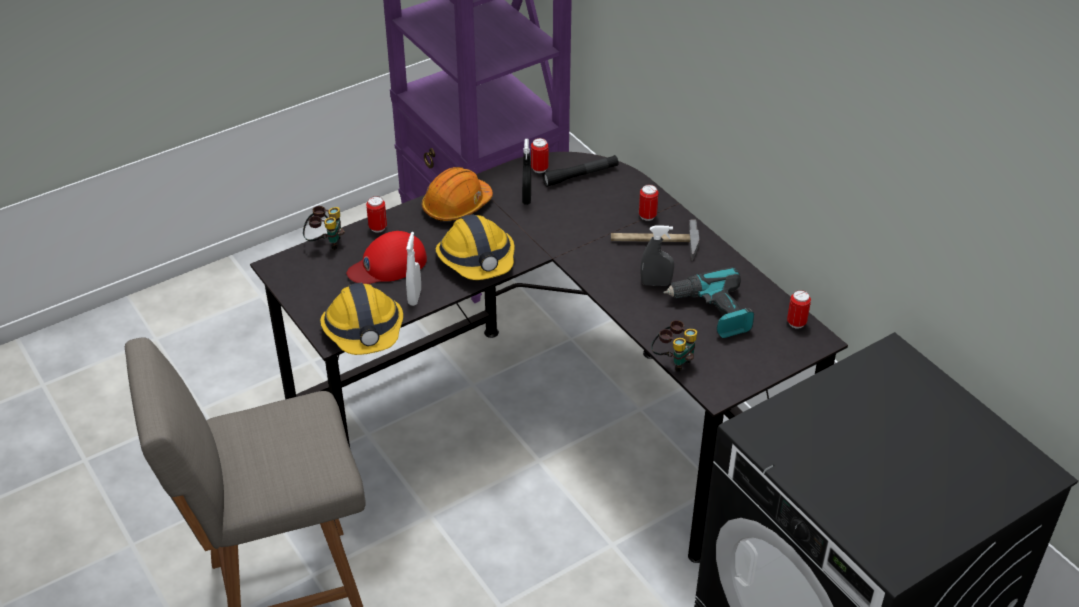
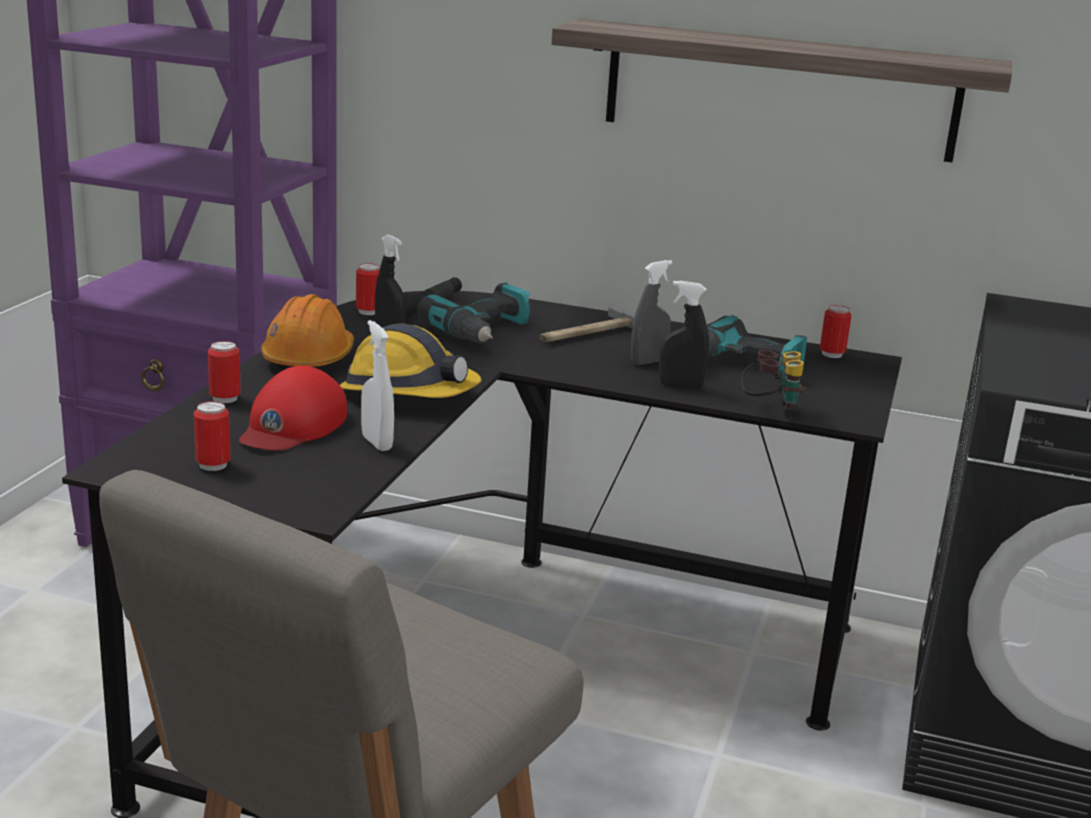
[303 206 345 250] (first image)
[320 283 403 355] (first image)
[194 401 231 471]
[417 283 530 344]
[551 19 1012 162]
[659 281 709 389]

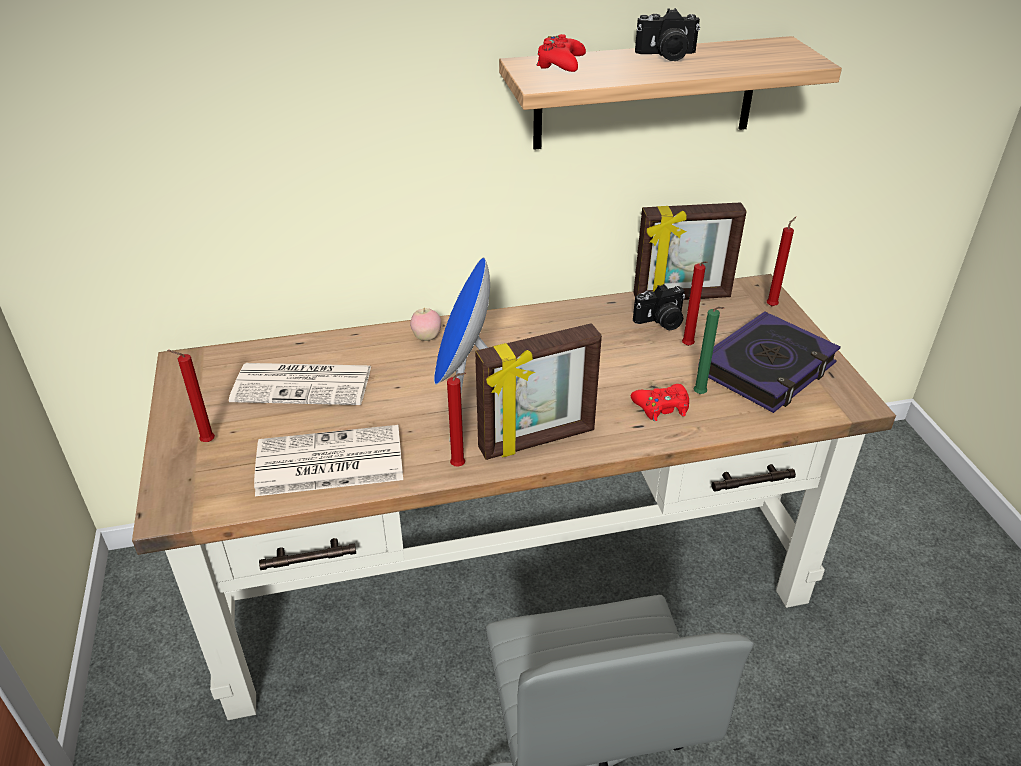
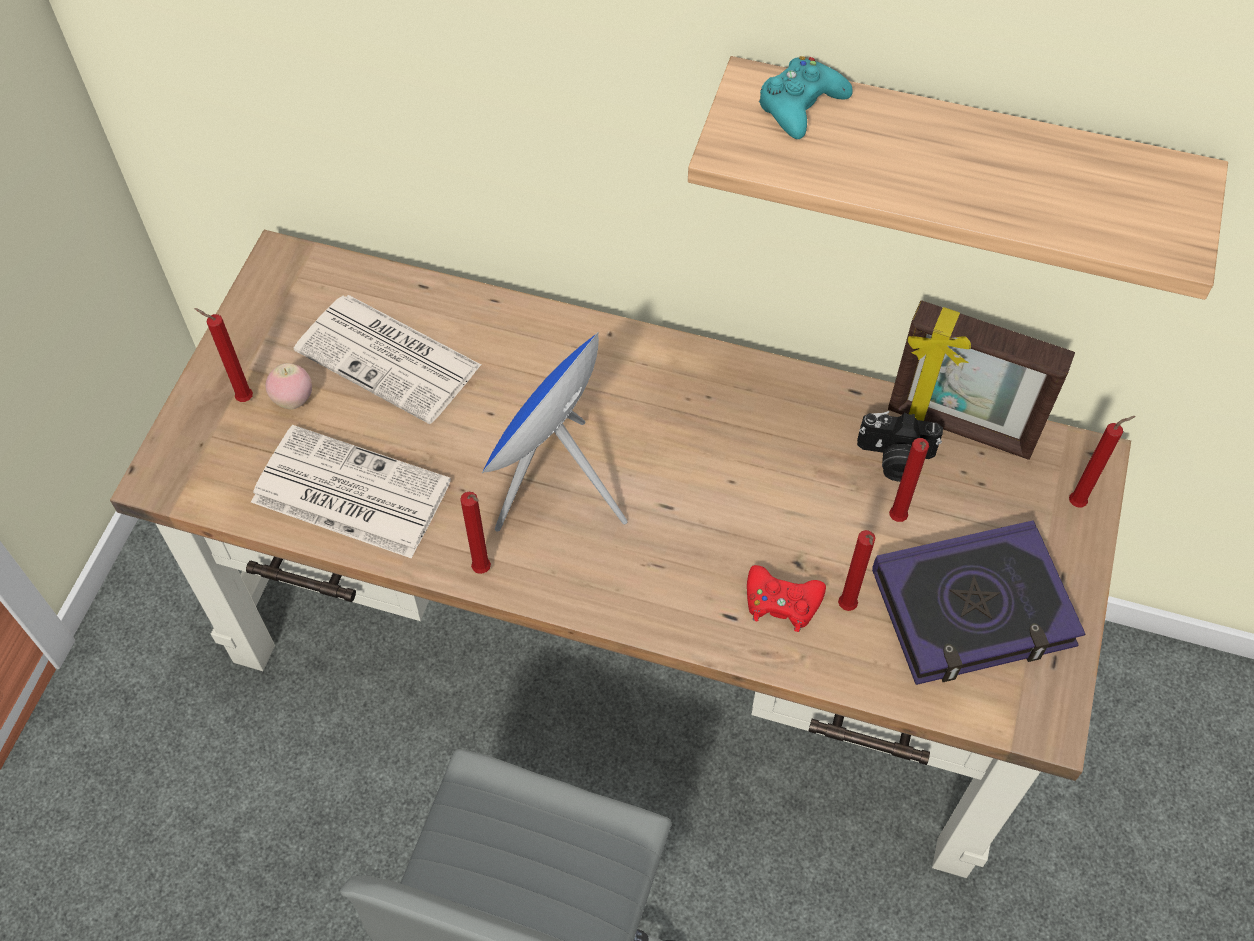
[266 363 312 410]
[475 323 602 460] (first image)
[759 56 853 139]
[635 8 700 61] (first image)
[838 530 875 611]

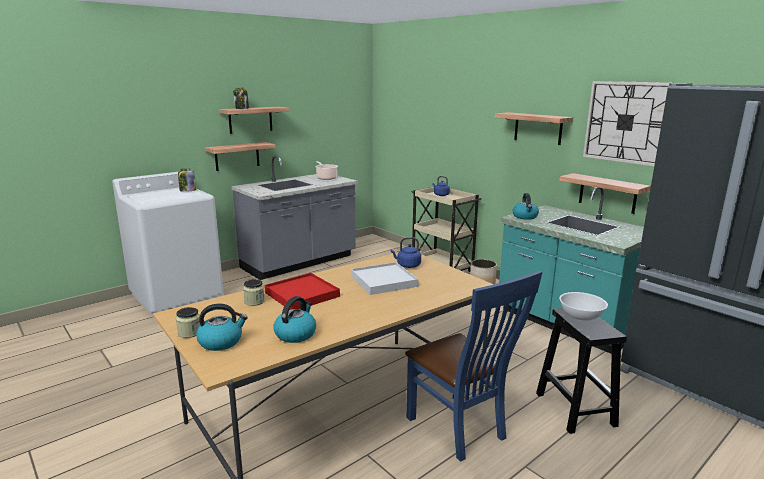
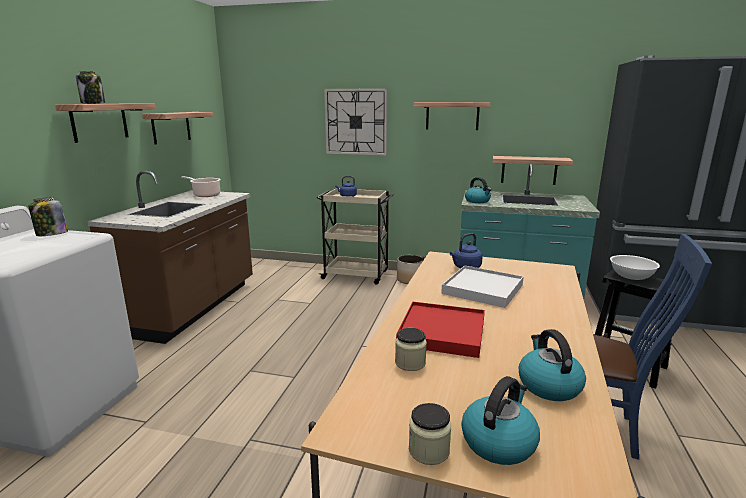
[142 112 213 144]
[87 171 253 344]
[324 88 387 155]

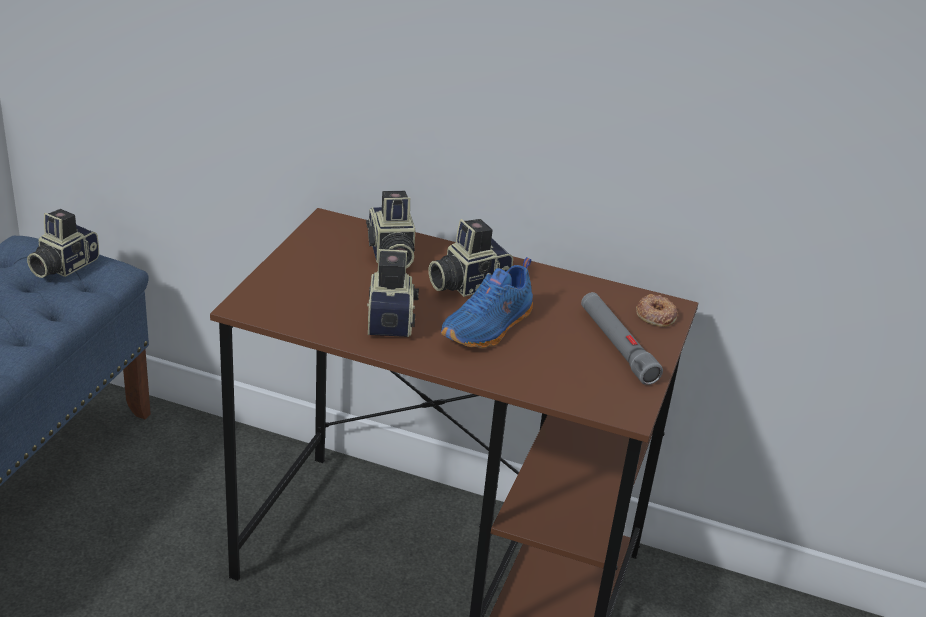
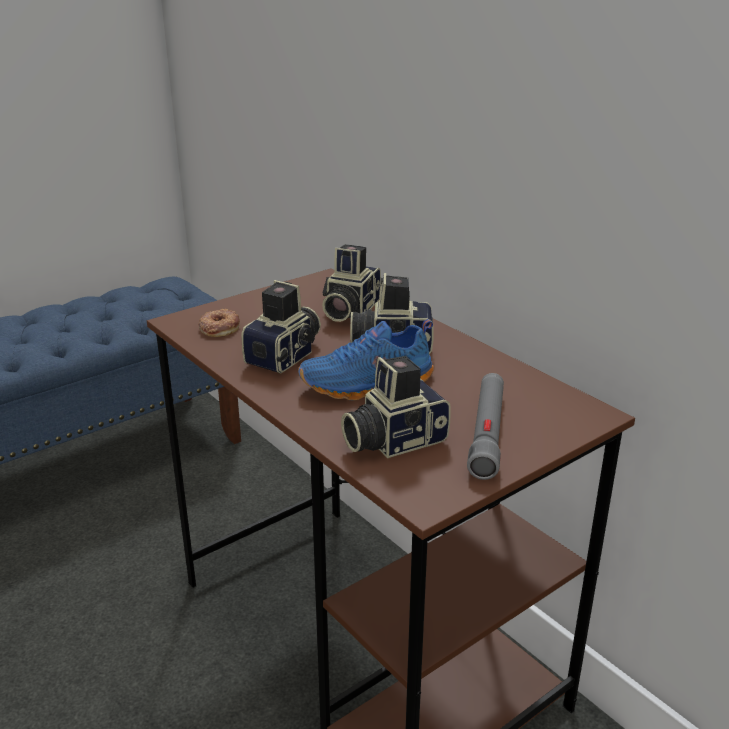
[341 356 451 458]
[198 309 240 337]

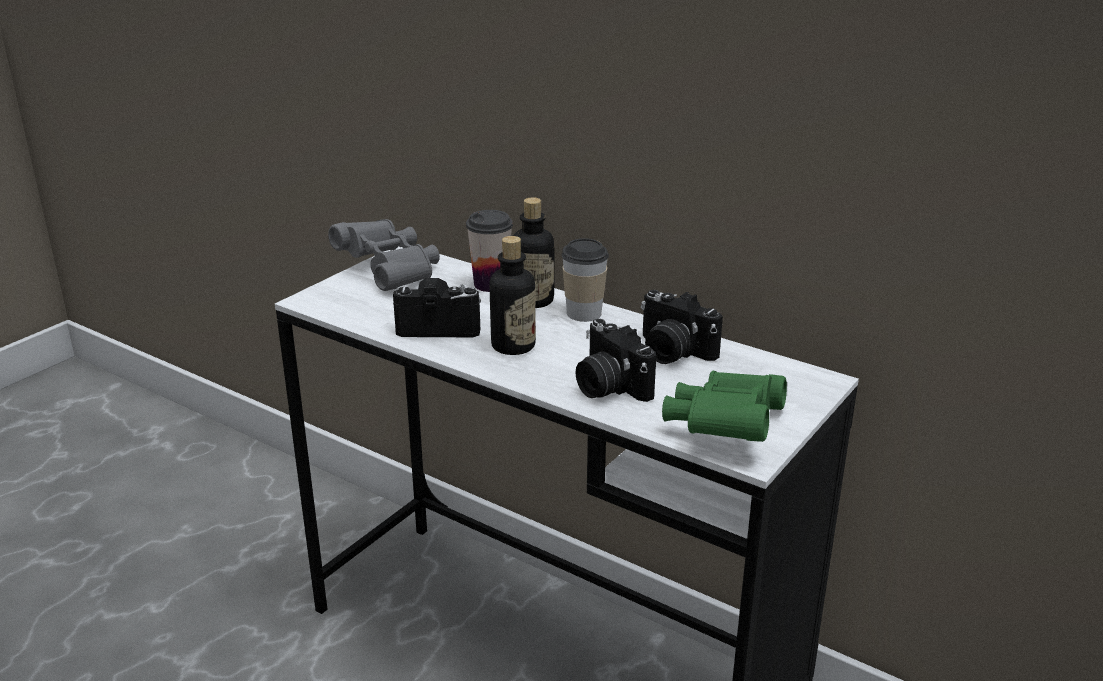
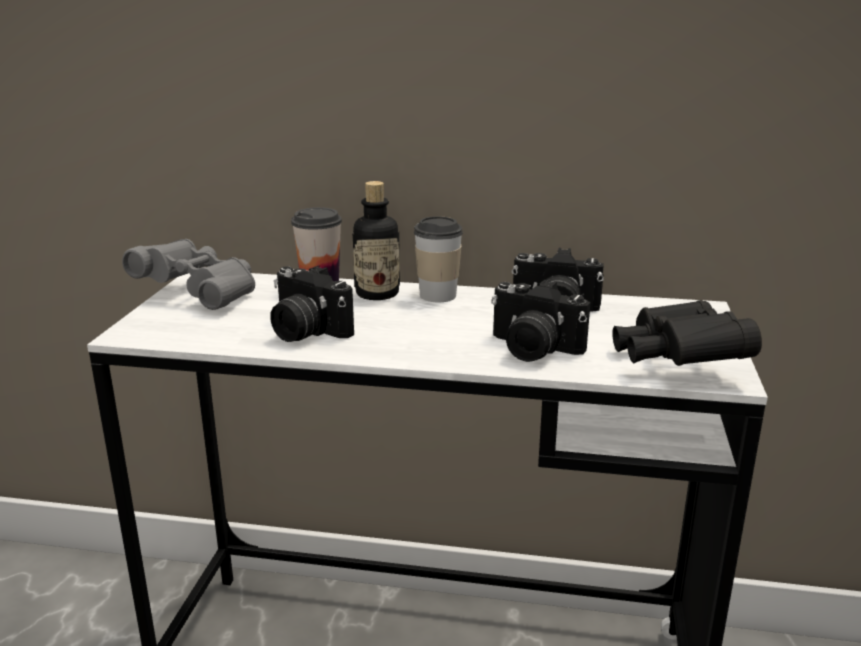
[270 266 354 342]
[489 236 536 355] (first image)
[612 300 762 366]

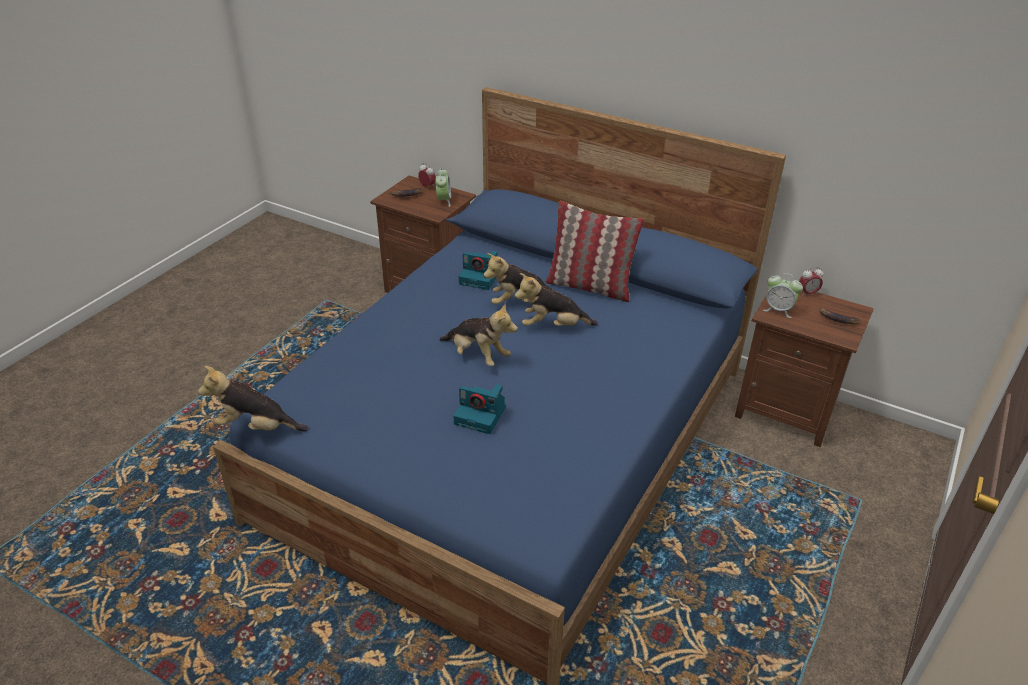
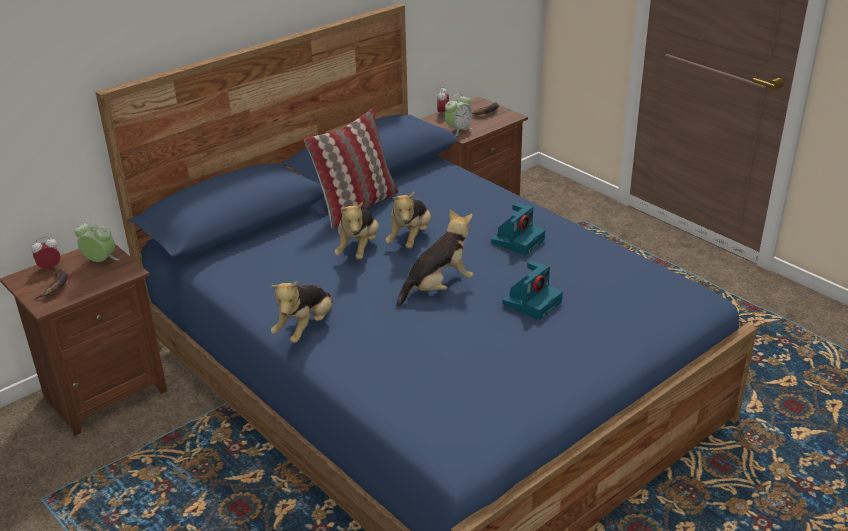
[271 281 333 343]
[491 203 545 255]

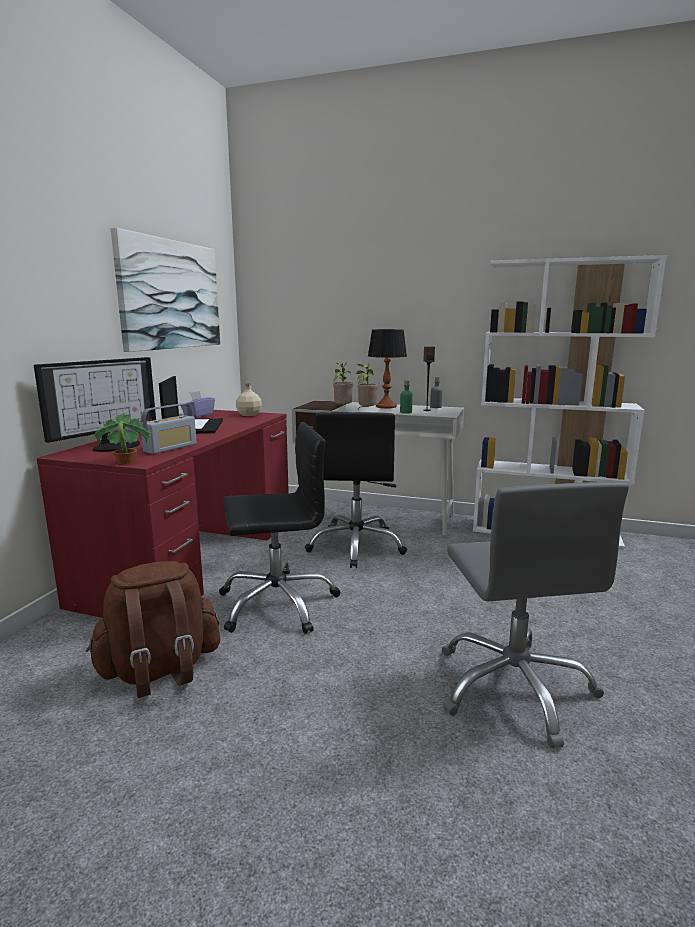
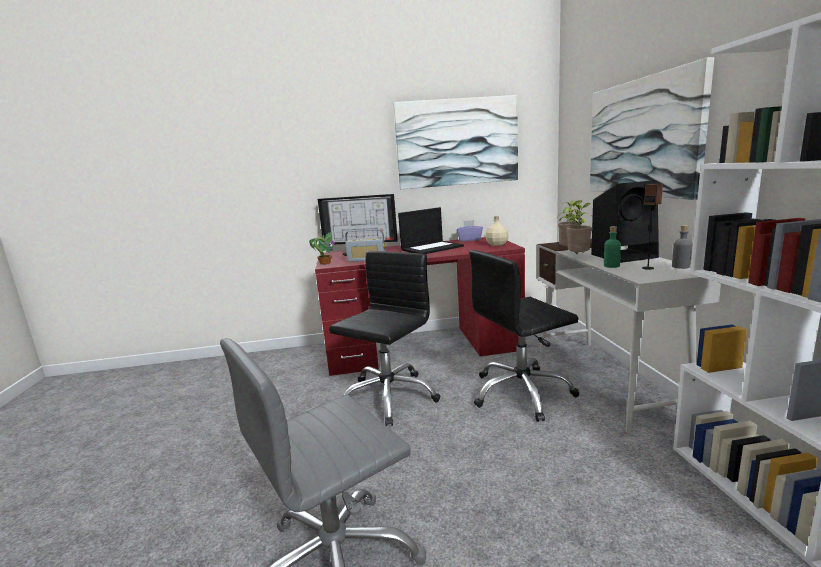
[86 561 220 698] (first image)
[329 251 441 426]
[591 180 659 263]
[590 57 714 200]

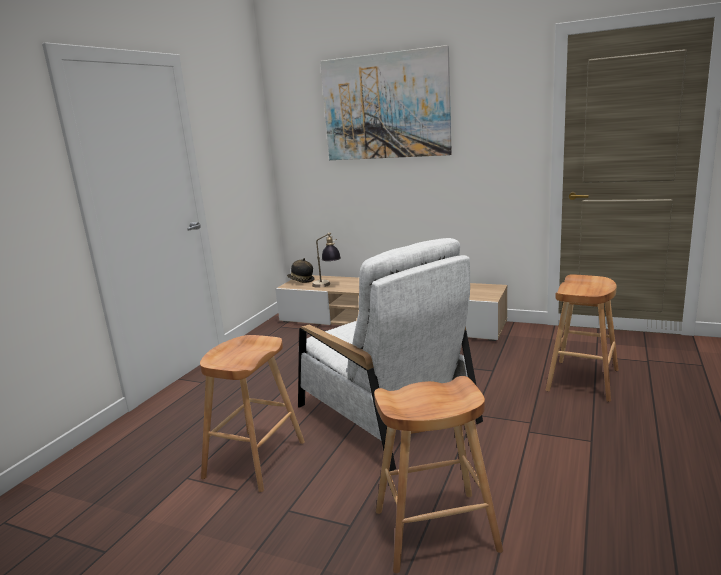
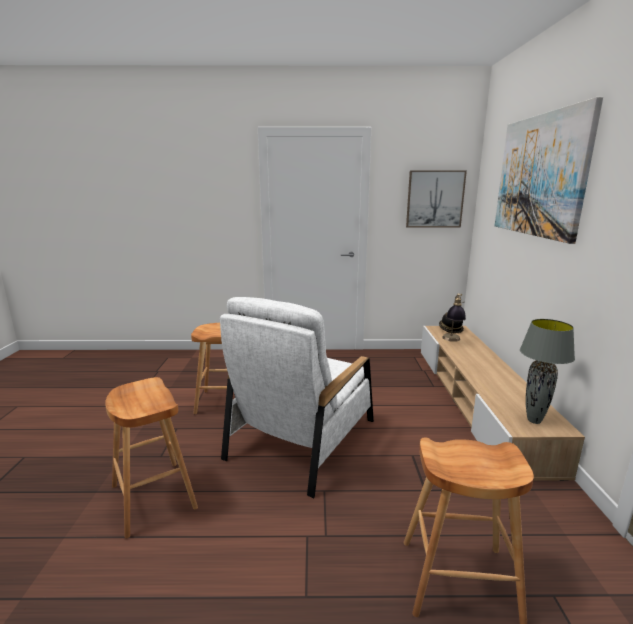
[406 170 467 227]
[520 319 575 424]

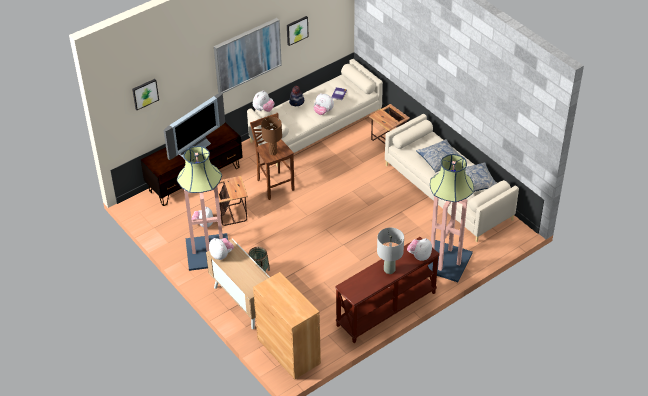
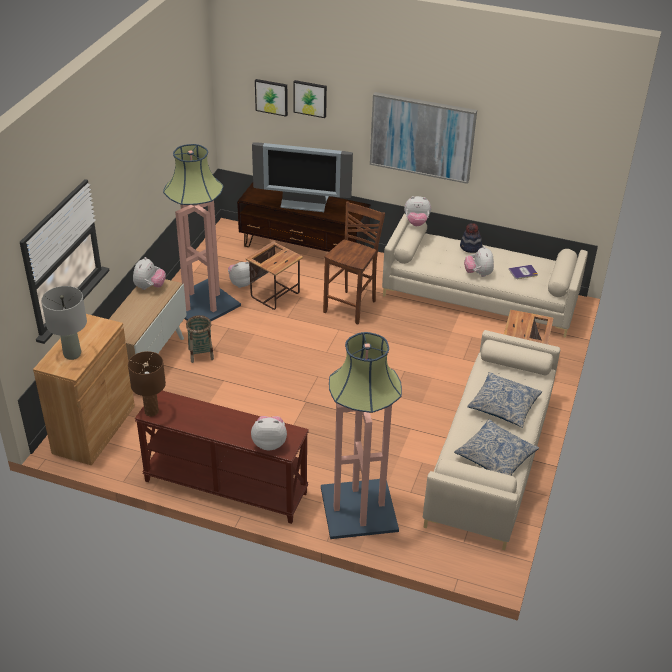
[128 351 166 416]
[293 80 327 118]
[41 286 87 360]

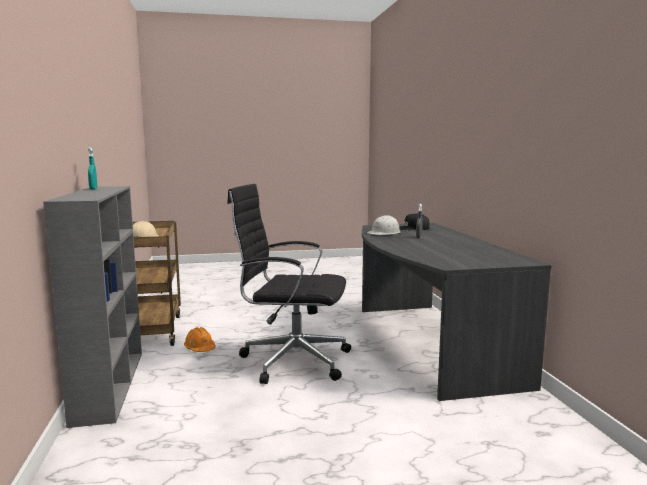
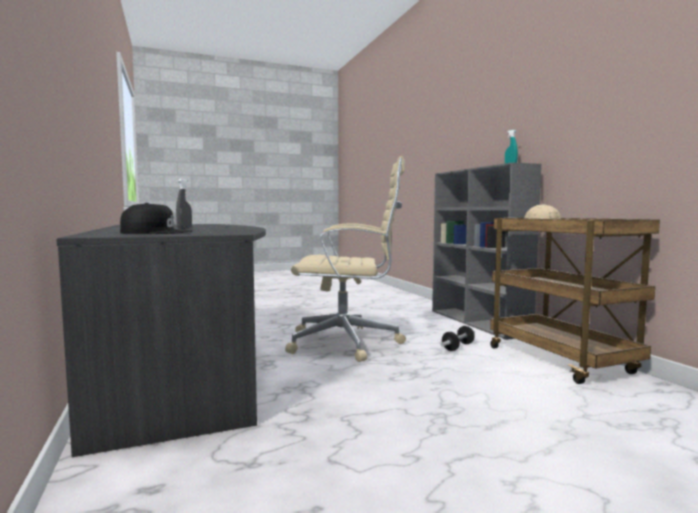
[440 326 475 351]
[285 156 406 362]
[367 215 400 235] (first image)

